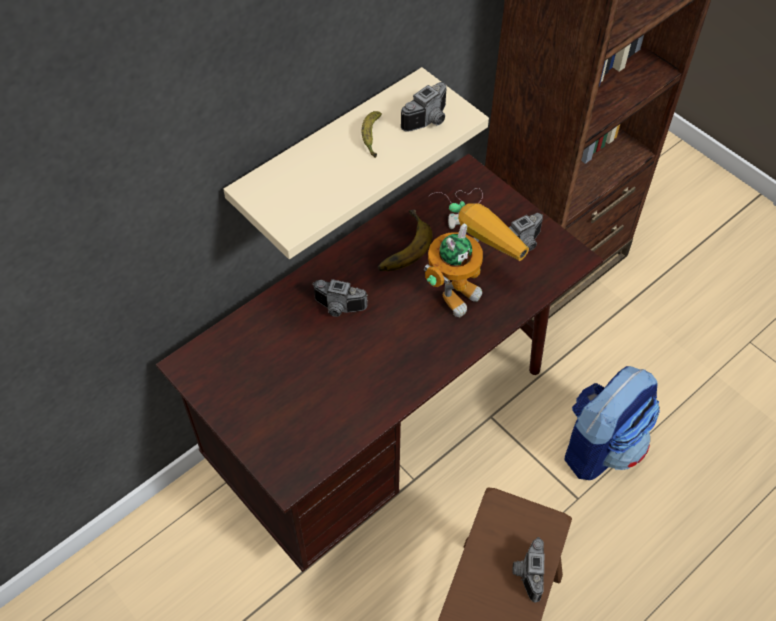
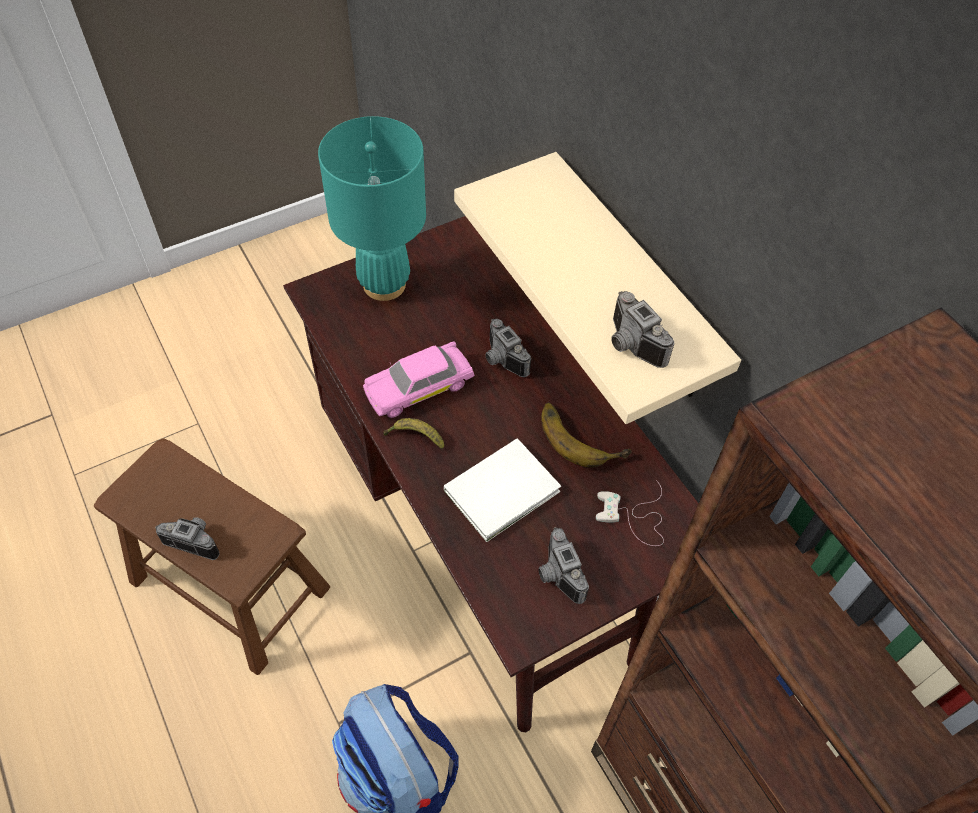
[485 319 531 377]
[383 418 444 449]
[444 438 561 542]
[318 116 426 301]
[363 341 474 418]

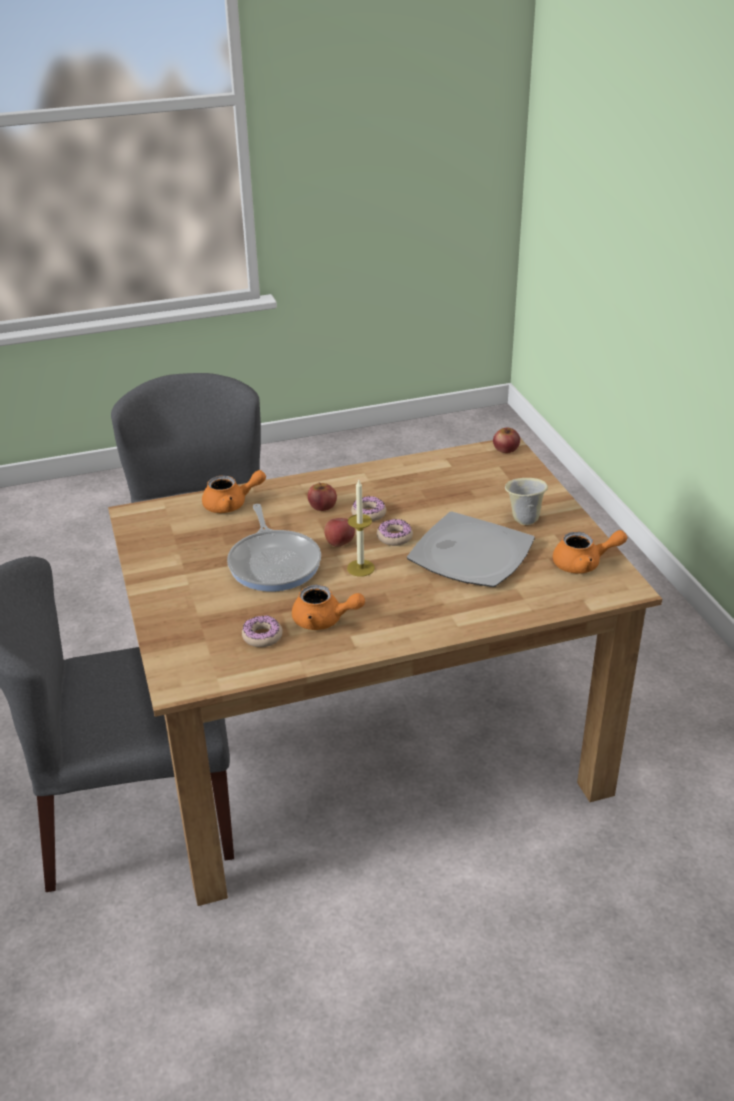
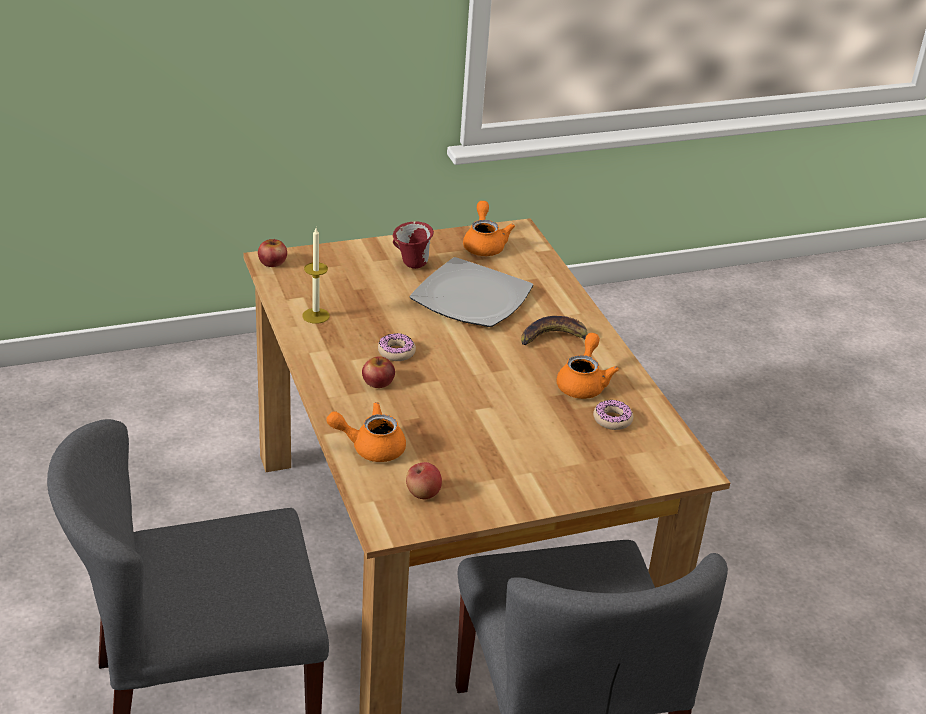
[326 402 406 462]
[227 504 321 591] (first image)
[406 462 442 499]
[302 228 330 324]
[377 519 413 546] (first image)
[393 221 434 269]
[521 316 587 345]

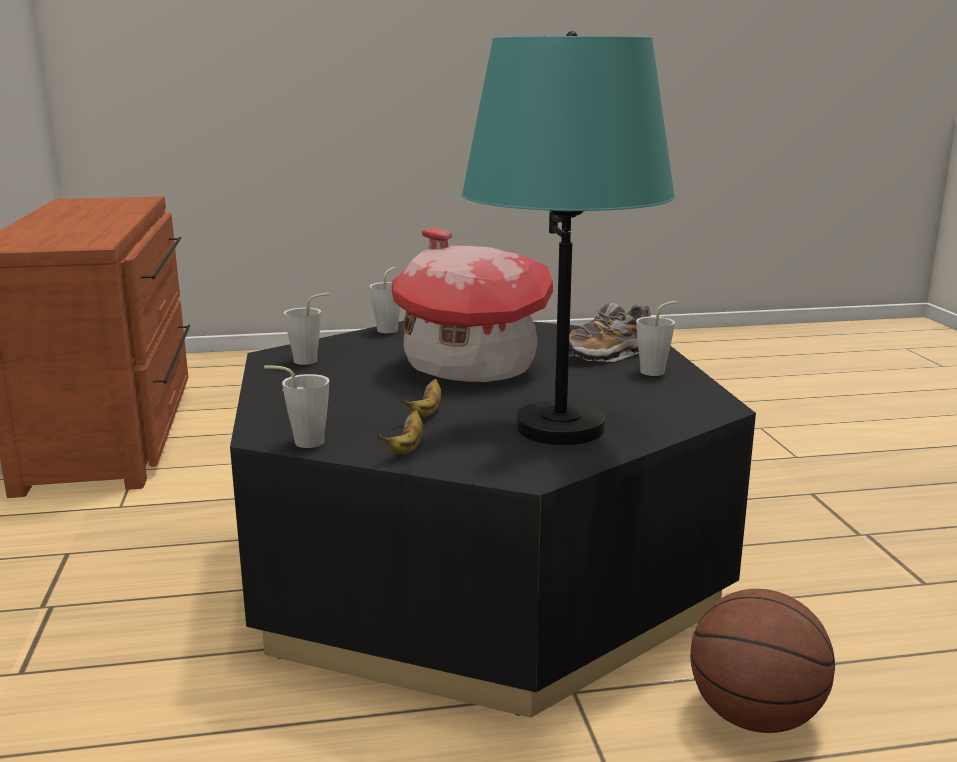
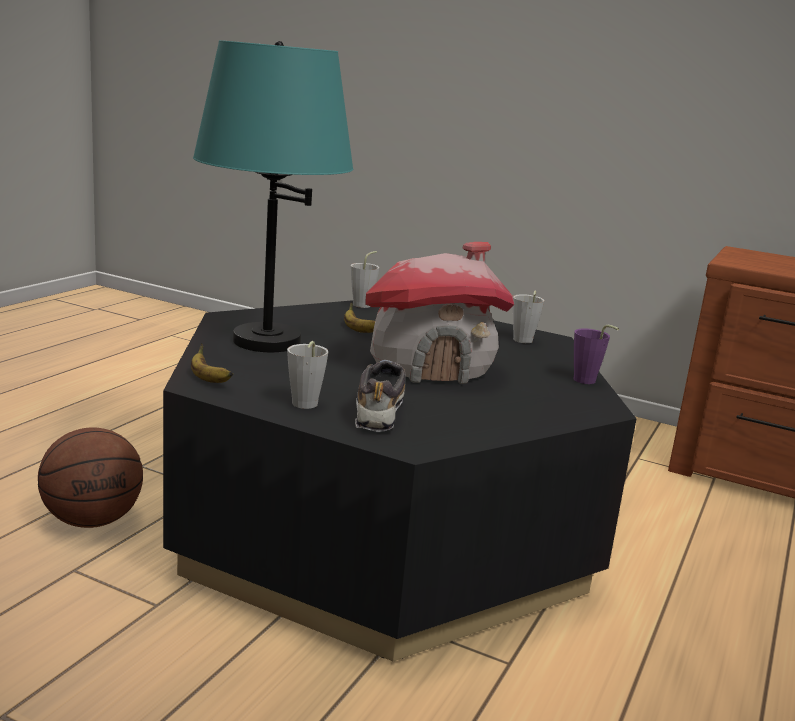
[574 325 619 384]
[191 344 233 383]

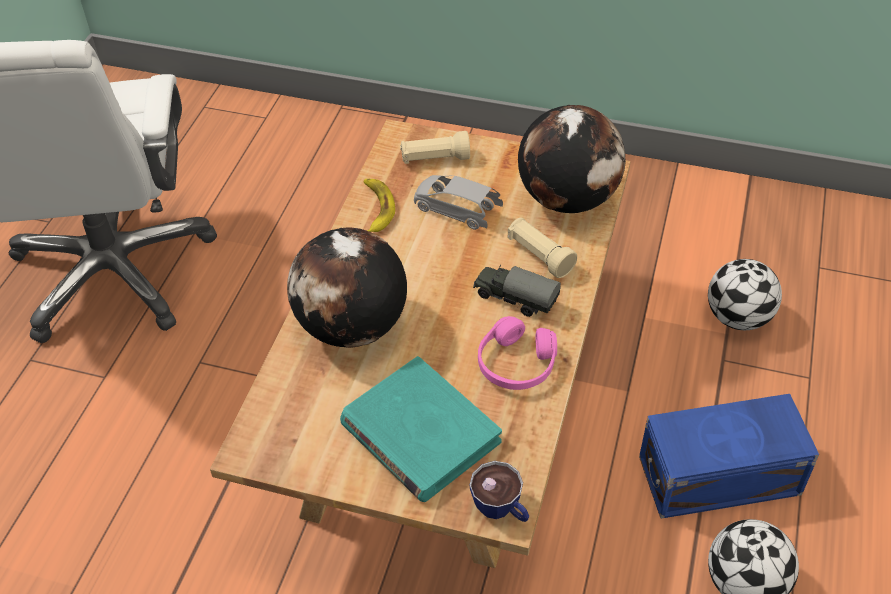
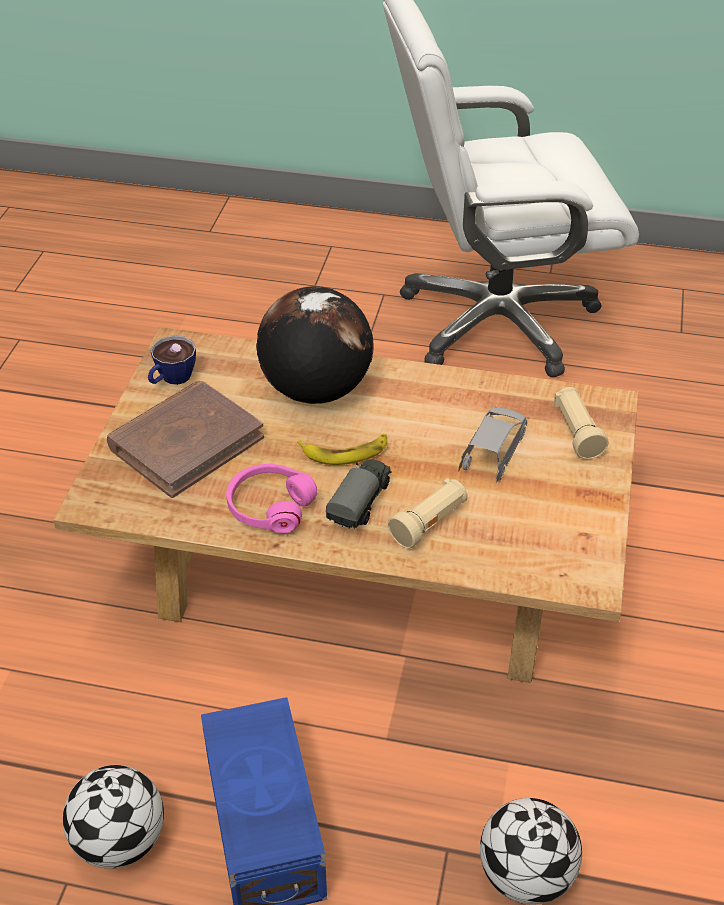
[107 381 264 498]
[297 434 387 465]
[148 336 196 385]
[518 105 626 213] (first image)

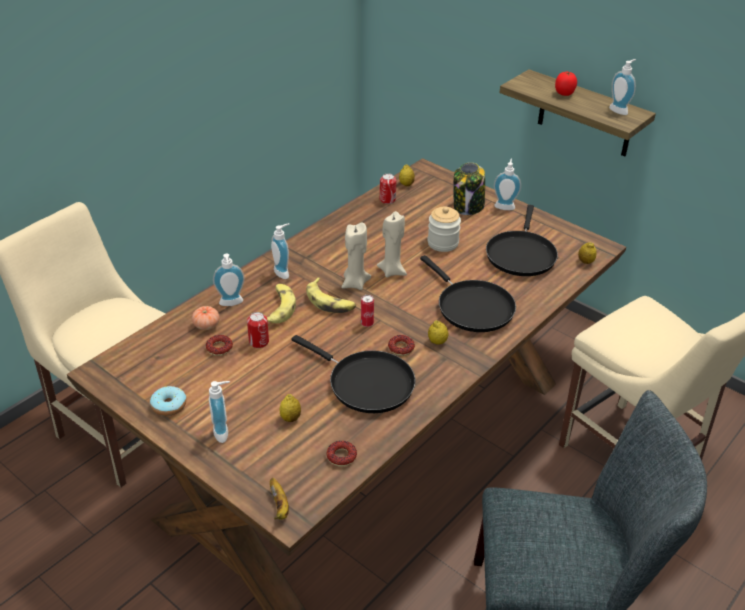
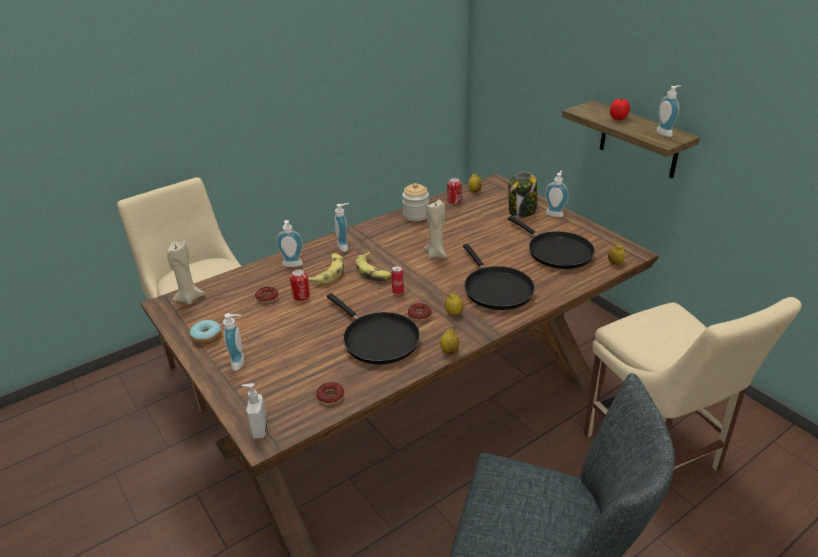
[192 306 220 330] (first image)
[242 383 268 439]
[440 329 459 355]
[167 240 205 305]
[402 183 429 221]
[508 216 595 269]

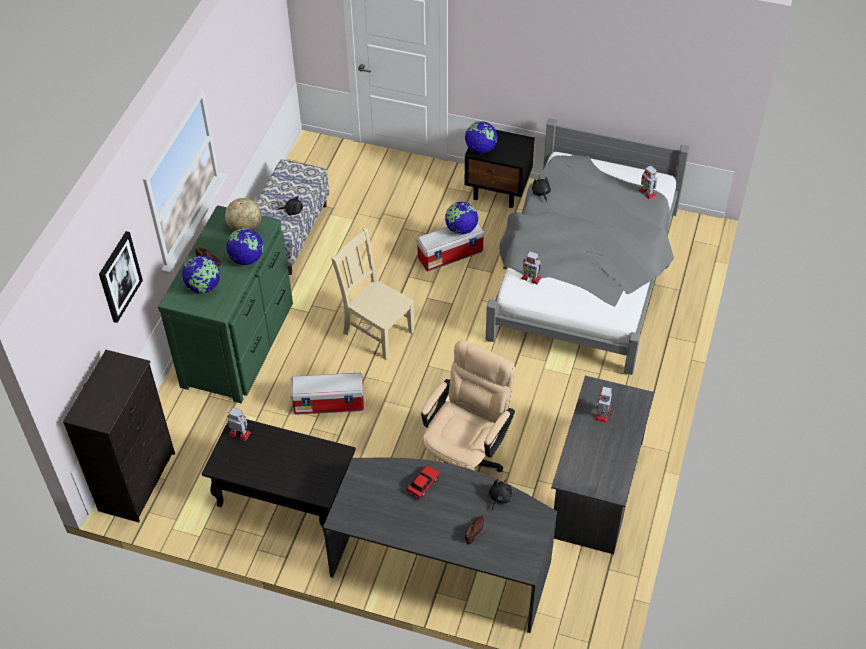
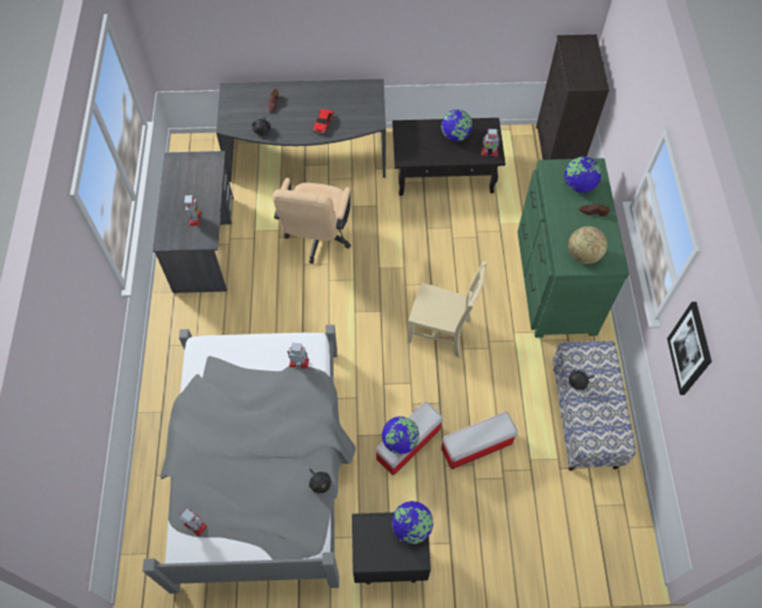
[667 302 712 395]
[441 110 473 141]
[441 411 518 469]

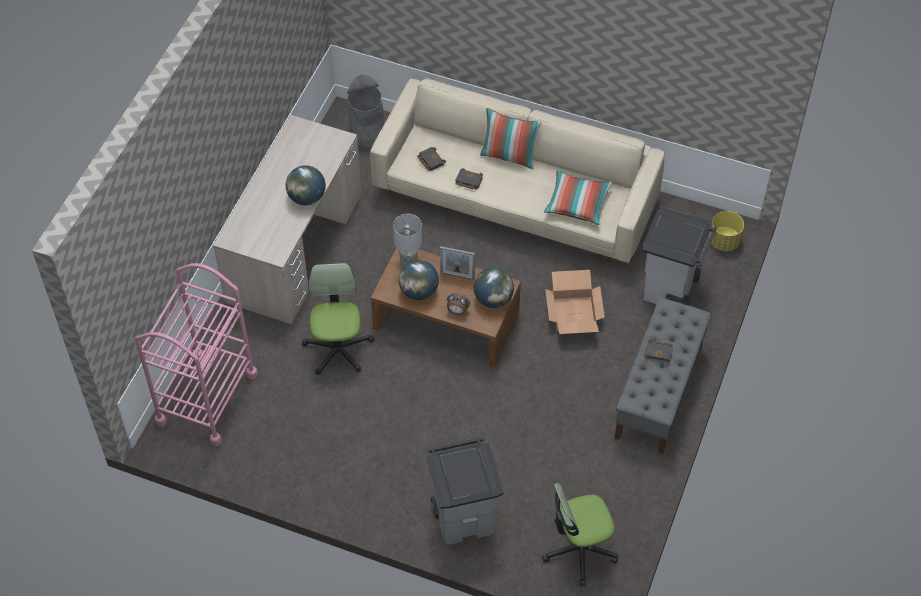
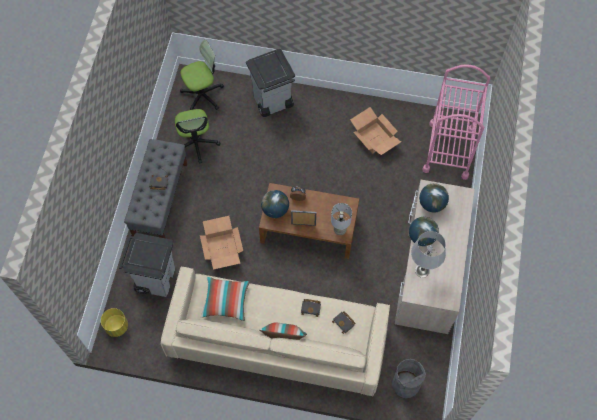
[175 109 220 164]
[419 183 449 213]
[350 107 401 155]
[411 231 446 278]

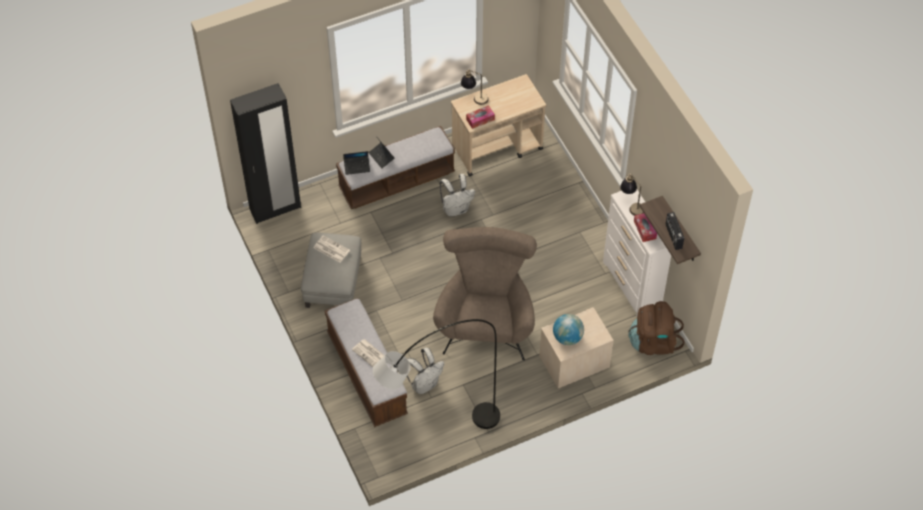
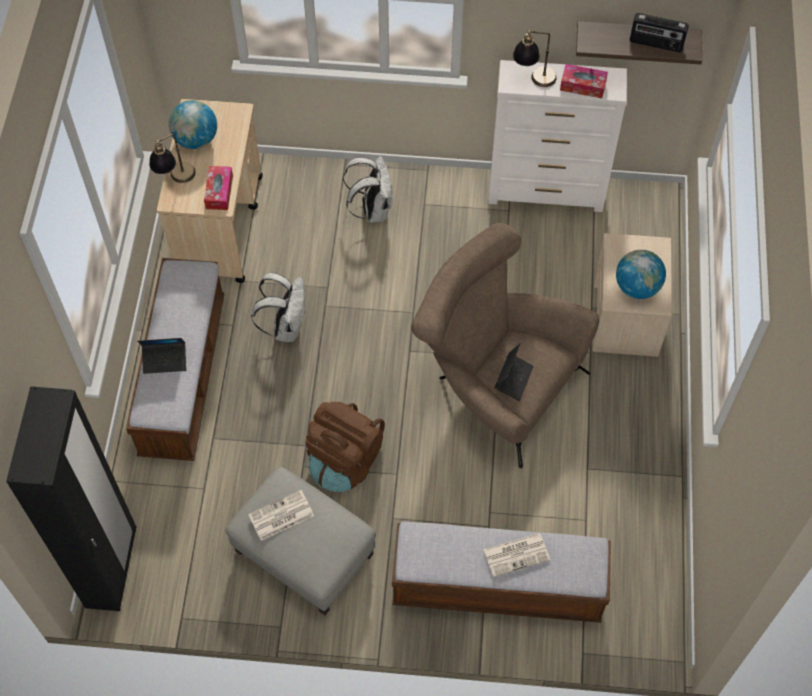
[494 343 534 401]
[373 319 500 429] (first image)
[343 156 393 223]
[306 402 385 492]
[169 100 217 149]

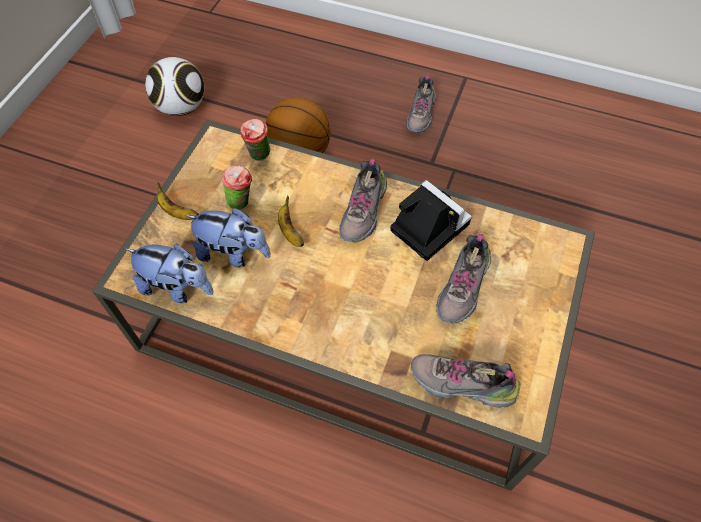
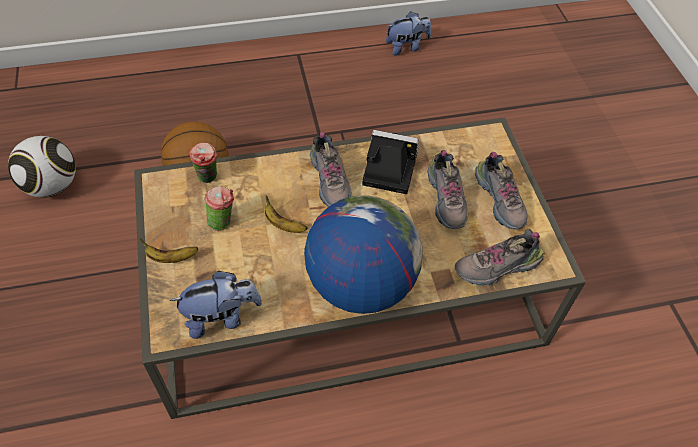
[386 12 431 56]
[475 152 527 229]
[304 195 423 314]

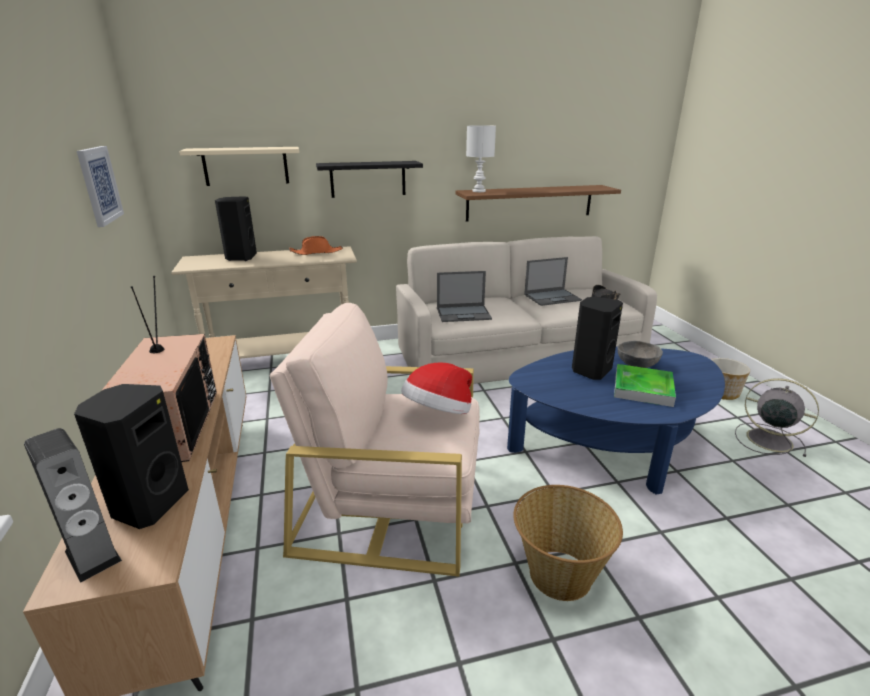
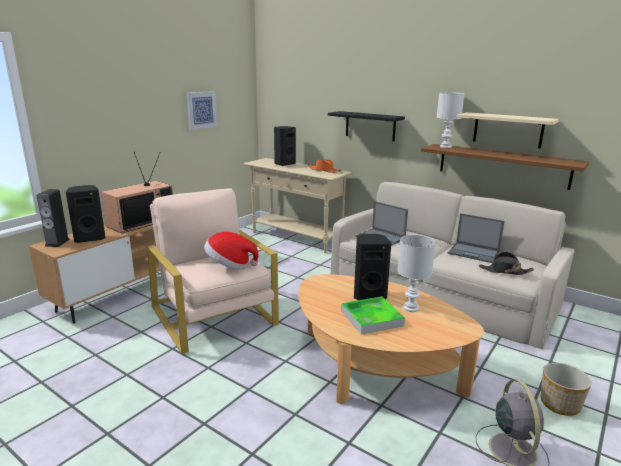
[457 112 559 149]
[298 274 484 405]
[513 485 623 601] (first image)
[397 235 436 312]

